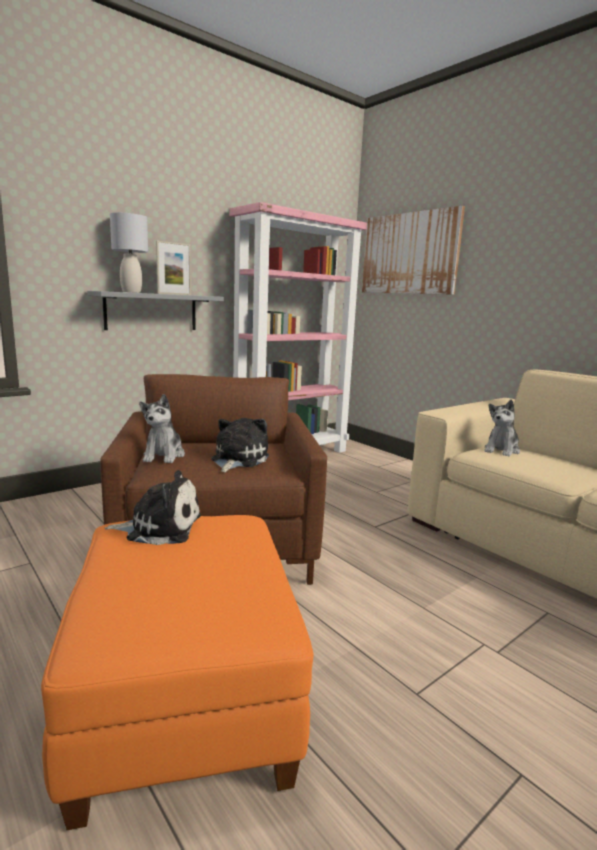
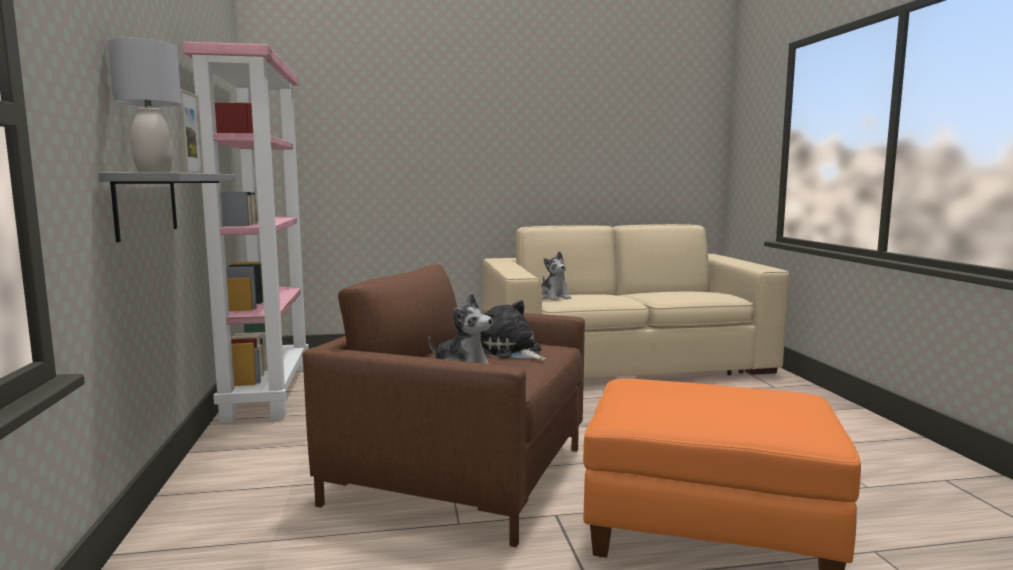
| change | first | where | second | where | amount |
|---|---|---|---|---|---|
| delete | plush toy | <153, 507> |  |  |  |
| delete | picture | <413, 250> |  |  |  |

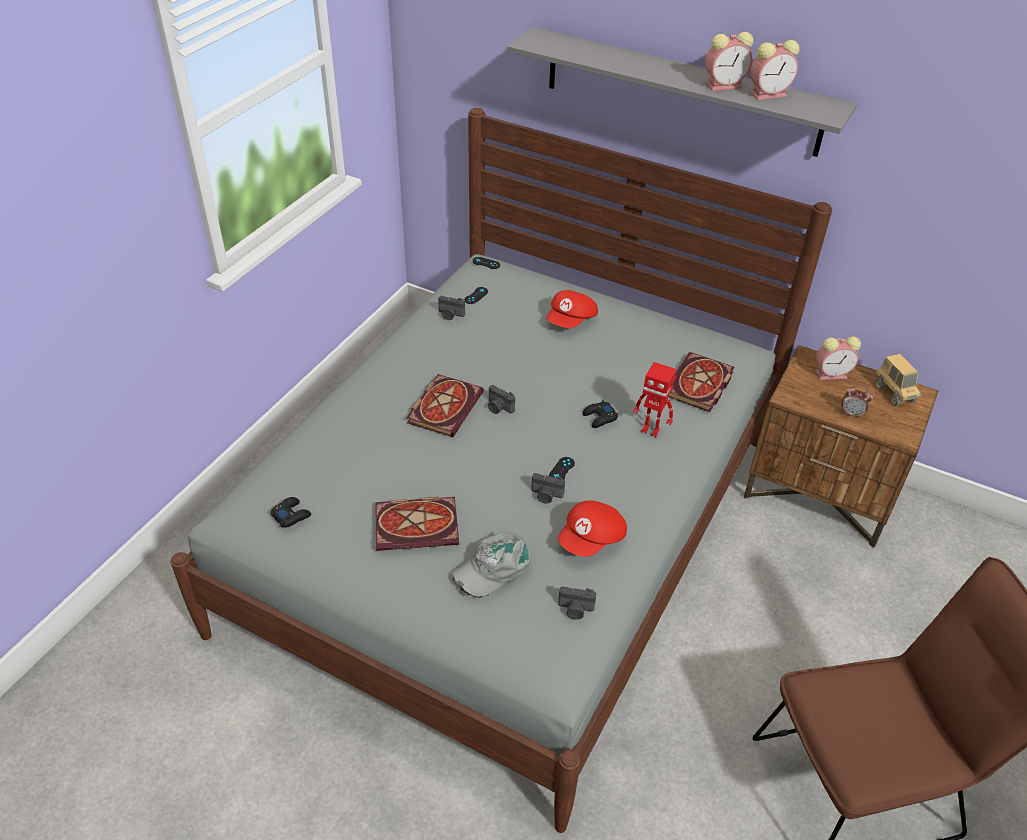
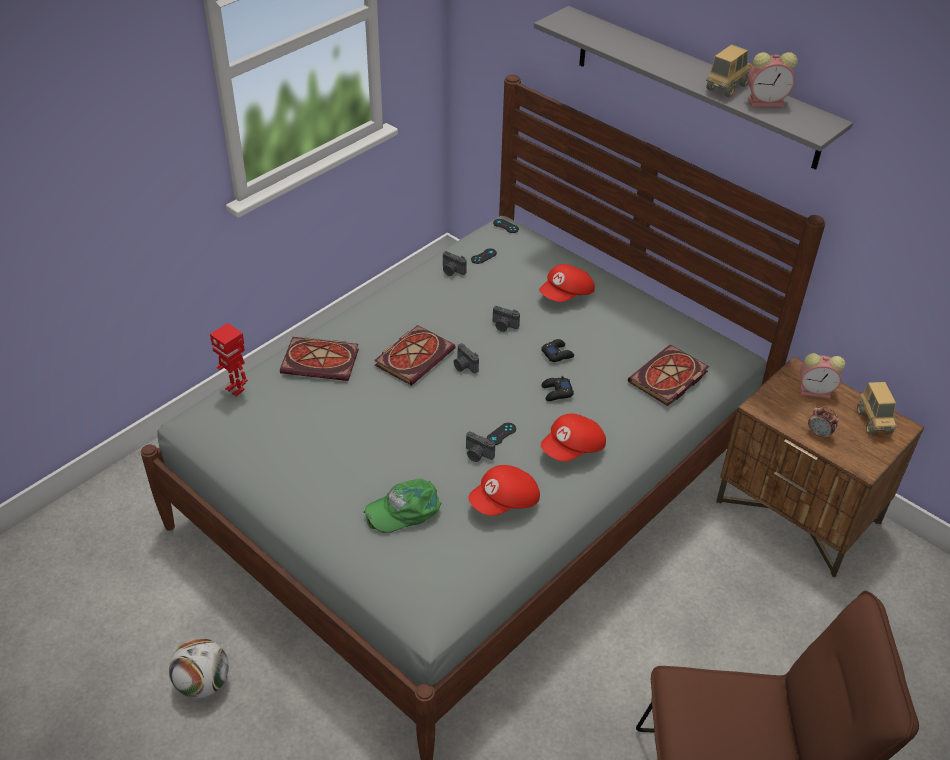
| change | first | where | second | where | amount |
|---|---|---|---|---|---|
| insert |  |  | ball for football | <199, 668> |  |
| move | robot figure | <654, 399> |  | <229, 360> |  |
| move | book | <417, 524> |  | <319, 359> |  |
| recolor | gray cap | <491, 565> | greenish cap | <402, 505> |  |
| move | photo camera | <577, 603> |  | <506, 319> |  |
| move | black-coloured game controller | <291, 512> |  | <557, 350> |  |
| insert |  |  | red cap | <573, 437> |  |
| replace | alarm clock | <729, 61> | toy lorry | <729, 71> |  |

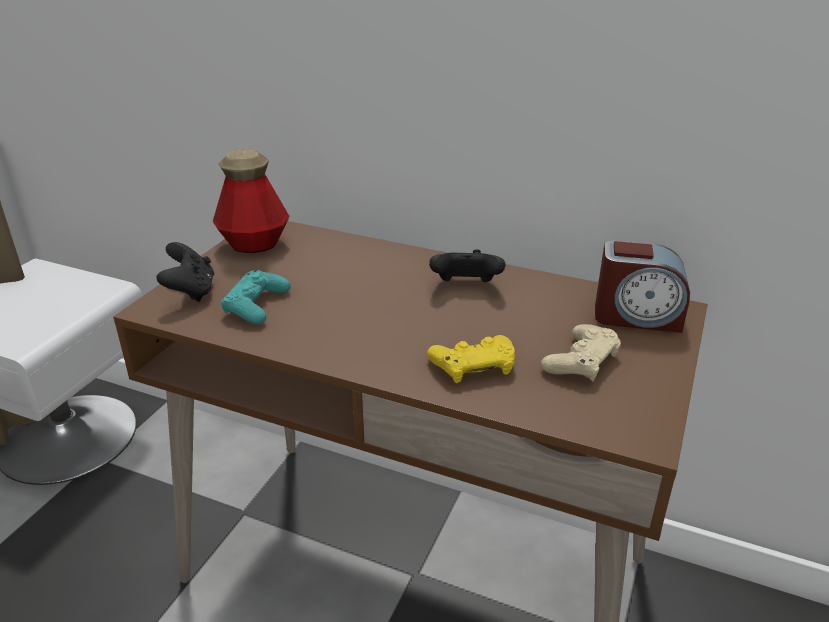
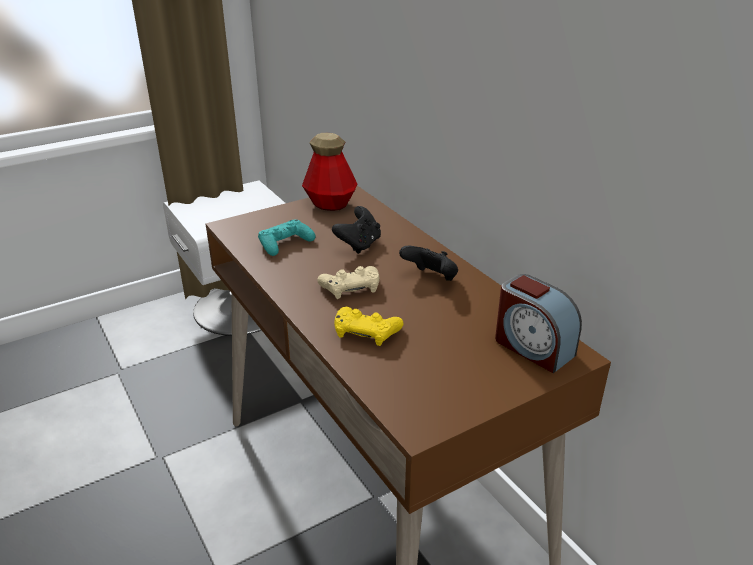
| change | first | where | second | where | amount |
|---|---|---|---|---|---|
| move | beige-coloured game controller | <581, 353> |  | <348, 282> |  |
| move | black-coloured game controller | <185, 272> |  | <356, 230> |  |

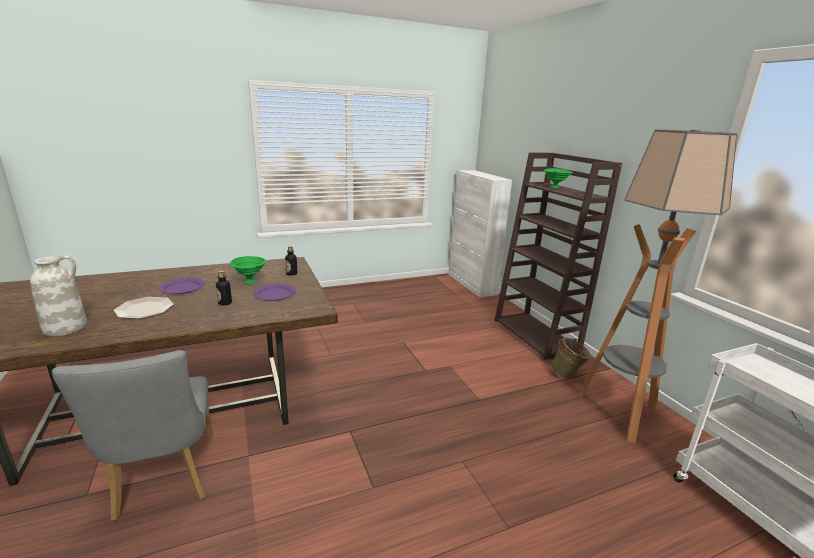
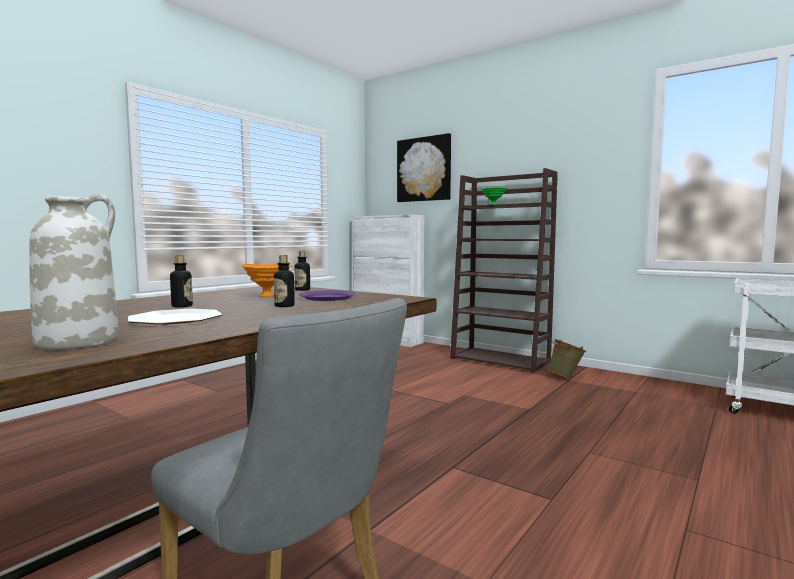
| change | first | where | second | where | amount |
|---|---|---|---|---|---|
| replace | purple plate | <182, 286> | beverage bottle | <181, 281> |  |
| recolor | greenish deep dish | <248, 270> | orangey deep dish | <266, 280> |  |
| insert |  |  | picture | <424, 167> |  |
| delete | standard lamp | <657, 286> |  |  |  |

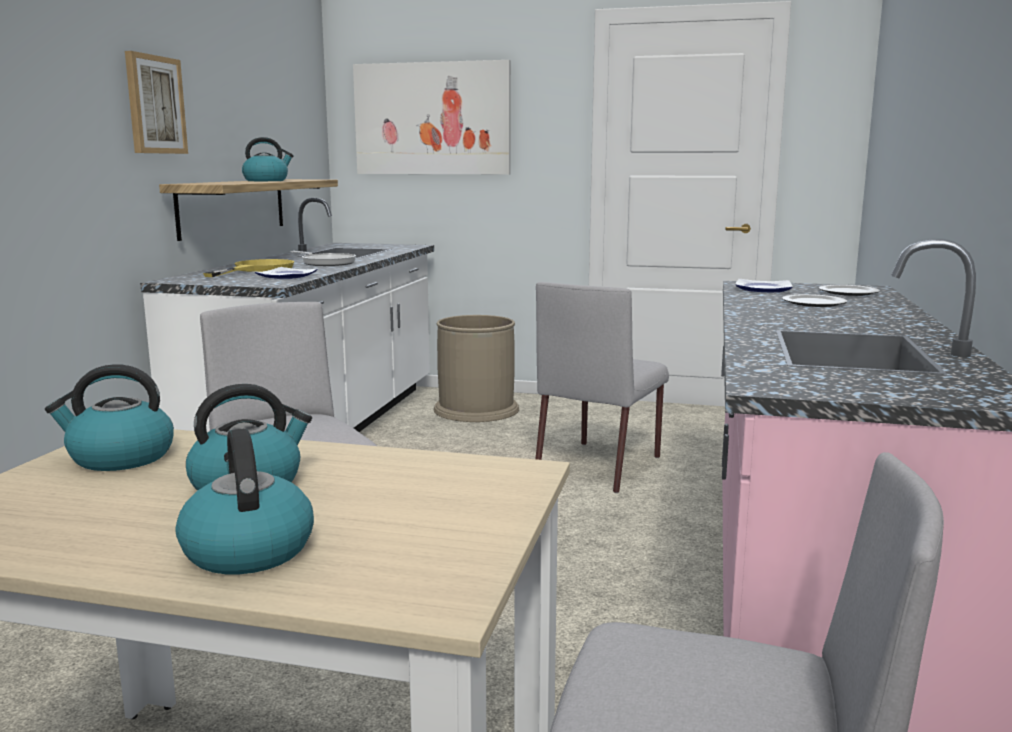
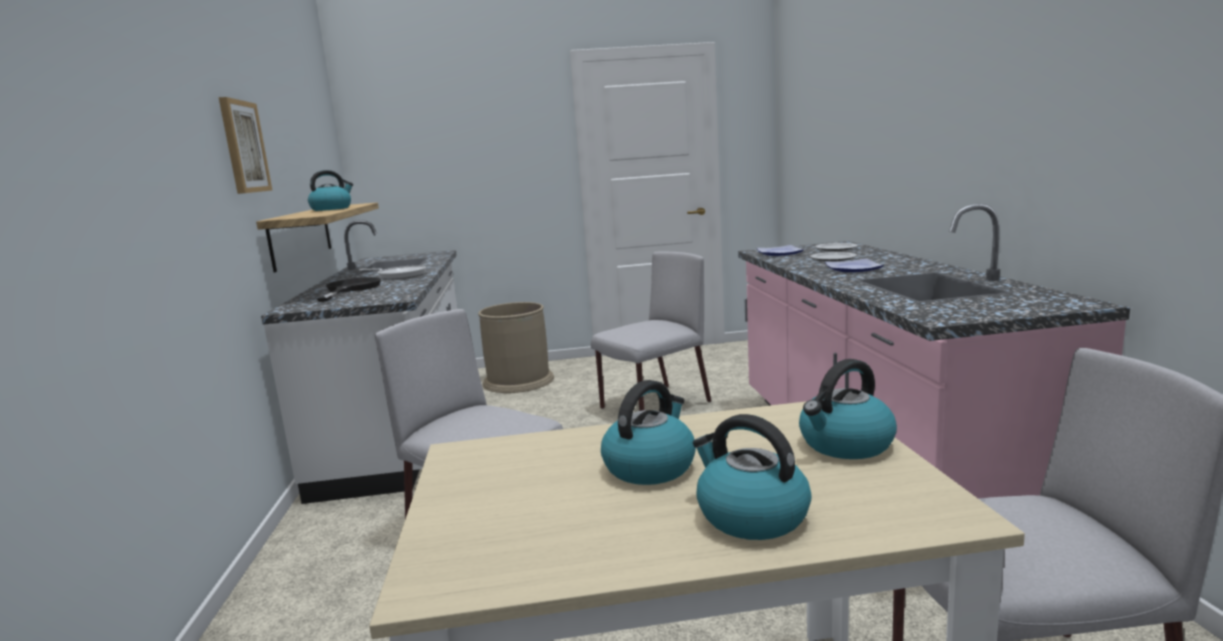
| change | first | where | second | where | amount |
|---|---|---|---|---|---|
| recolor | yellow pan | <248, 268> | black-coloured pan | <349, 289> |  |
| rotate | gray plain chair | <602, 387> |  | <651, 331> | 135 degrees counterclockwise |
| move | kettle | <109, 417> |  | <848, 409> |  |
| move | plate | <286, 273> |  | <854, 265> |  |
| delete | picture | <432, 117> |  |  |  |

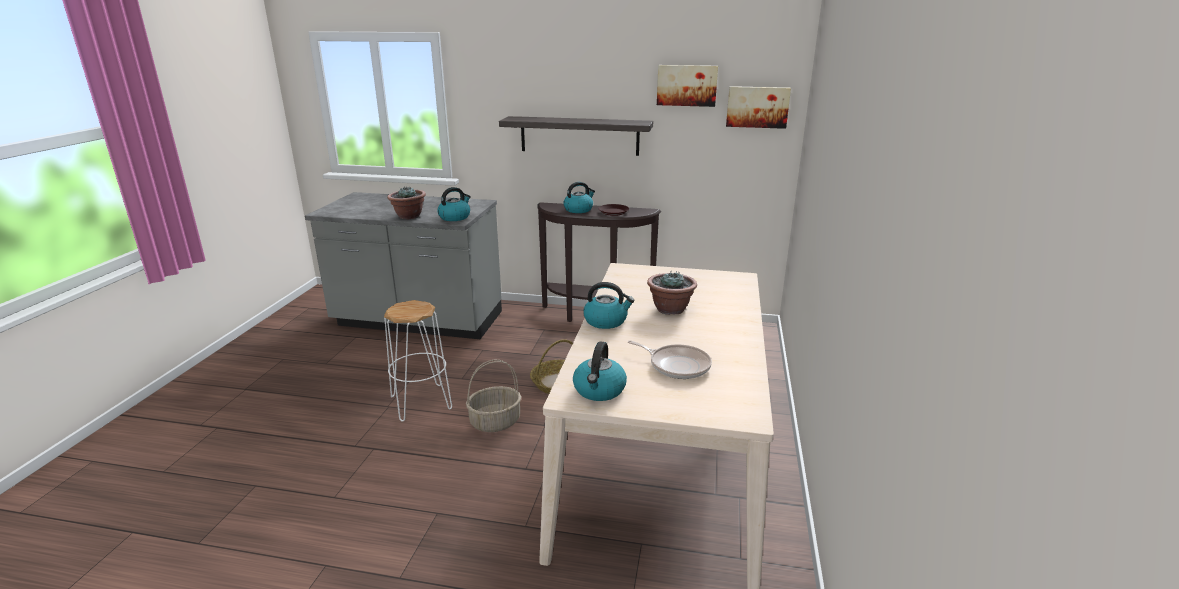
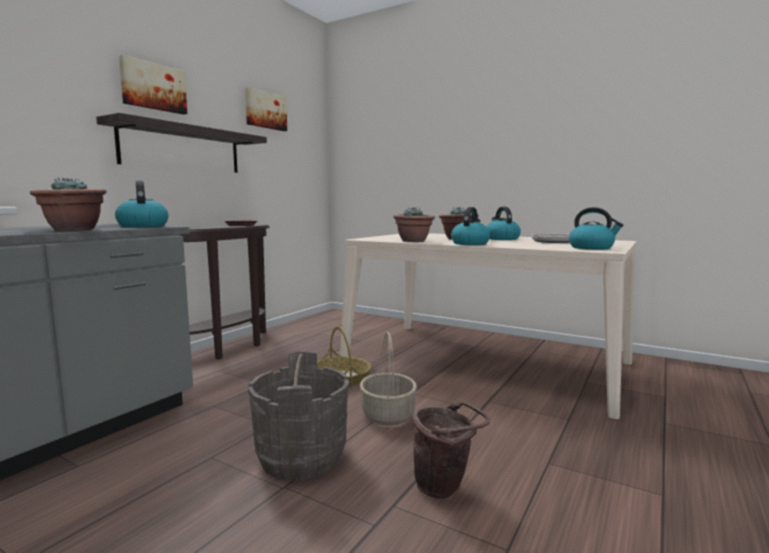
| change | first | where | second | where | amount |
|---|---|---|---|---|---|
| move | picture | <758, 107> |  | <153, 85> |  |
| replace | white stool seat | <418, 361> | gray water bucket | <298, 415> |  |
| insert |  |  | houseplant | <414, 224> |  |
| insert |  |  | brownish water bucket | <451, 450> |  |
| move | kettle | <579, 197> |  | <504, 223> |  |

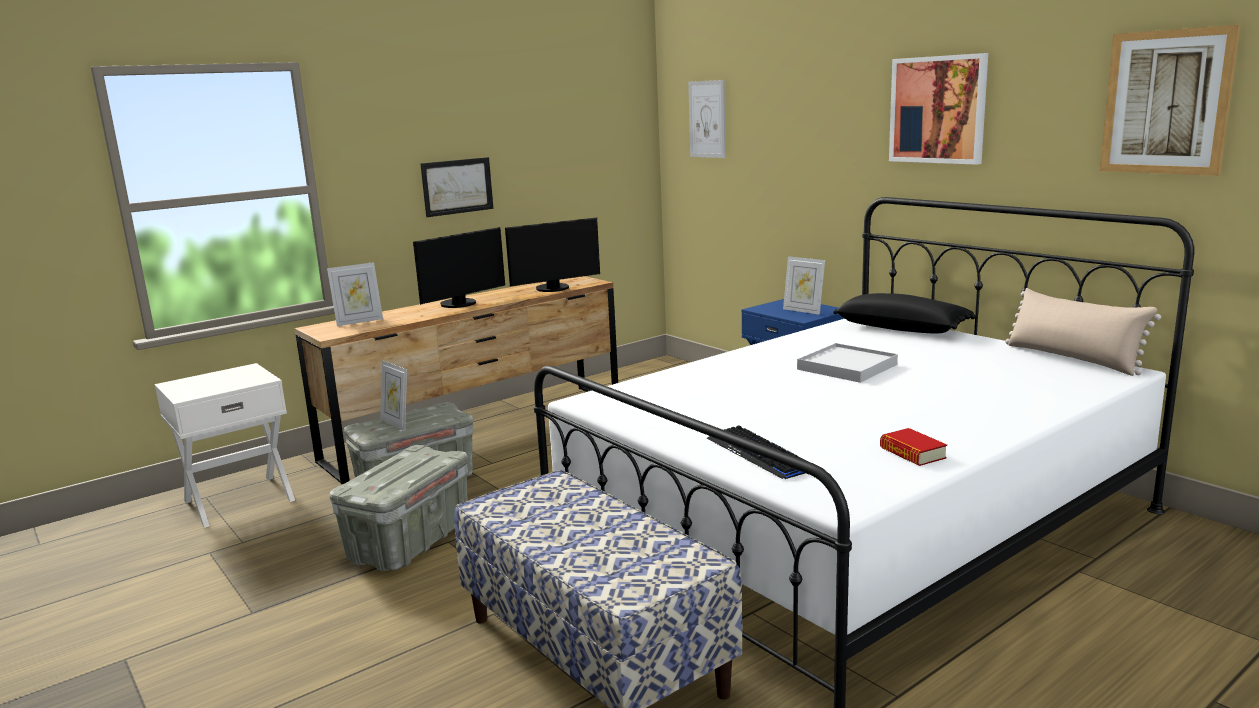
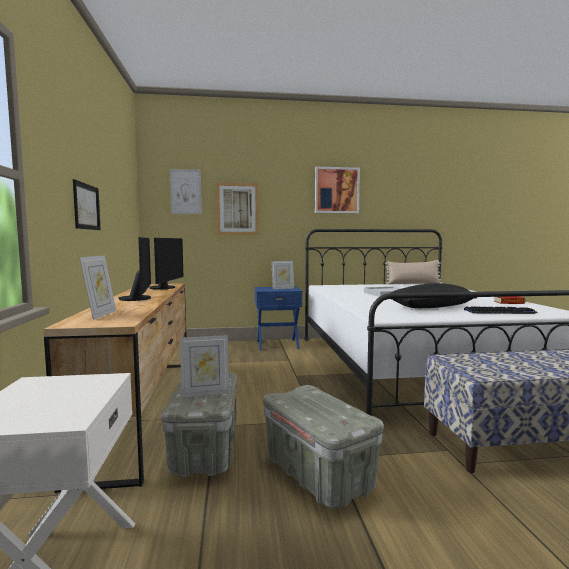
| change | first | where | second | where | amount |
|---|---|---|---|---|---|
| move | picture | <1170, 100> |  | <237, 209> |  |
| move | black-coloured pillow | <904, 313> |  | <434, 295> |  |

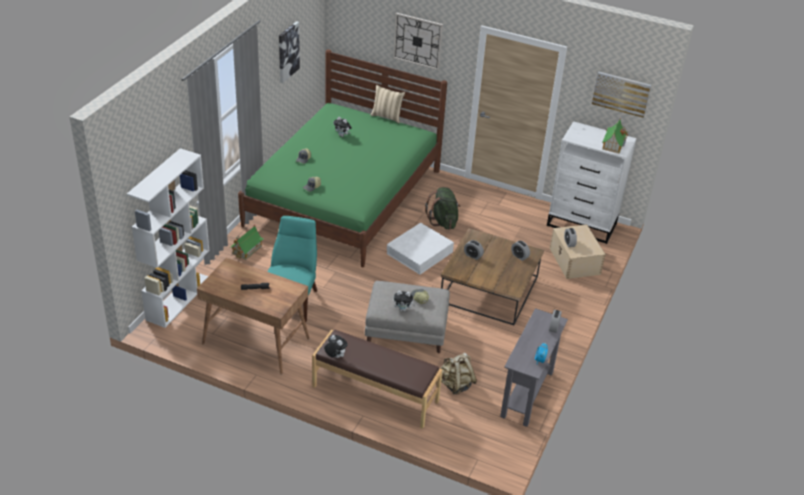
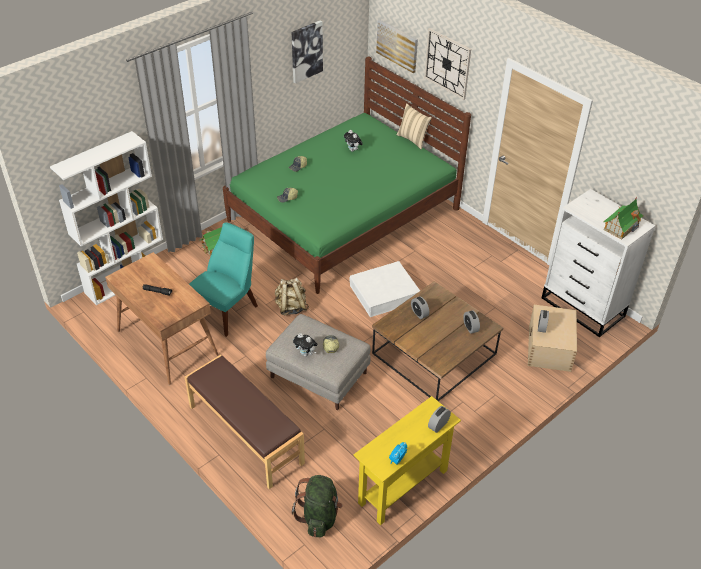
| change | first | where | second | where | amount |
|---|---|---|---|---|---|
| move | beige-coloured knapsack | <458, 373> |  | <292, 296> |  |
| move | greenish knapsack | <443, 208> |  | <317, 506> |  |
| recolor | gray hall table | <534, 367> | yellow hall table | <407, 460> |  |
| move | picture | <621, 95> |  | <397, 46> |  |
| delete | plush toy | <336, 346> |  |  |  |

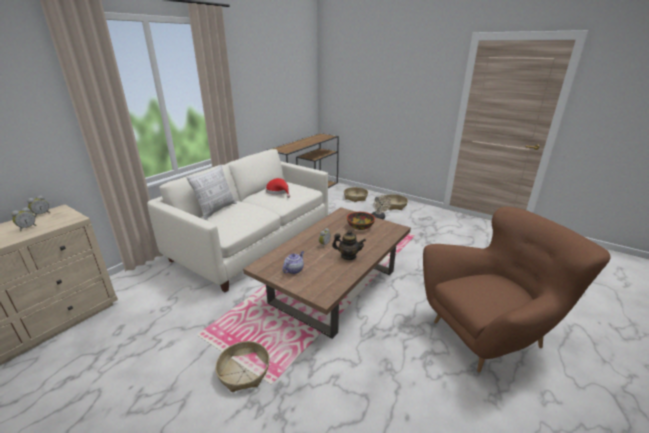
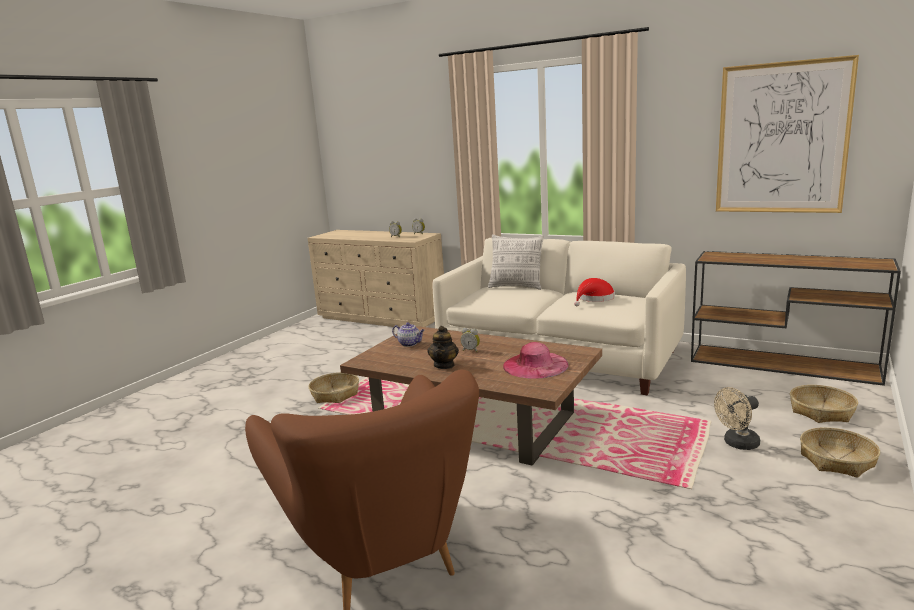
| change | first | where | second | where | amount |
|---|---|---|---|---|---|
| replace | deep dish | <361, 221> | pinkish hat | <536, 360> |  |
| insert |  |  | picture | <787, 134> |  |

